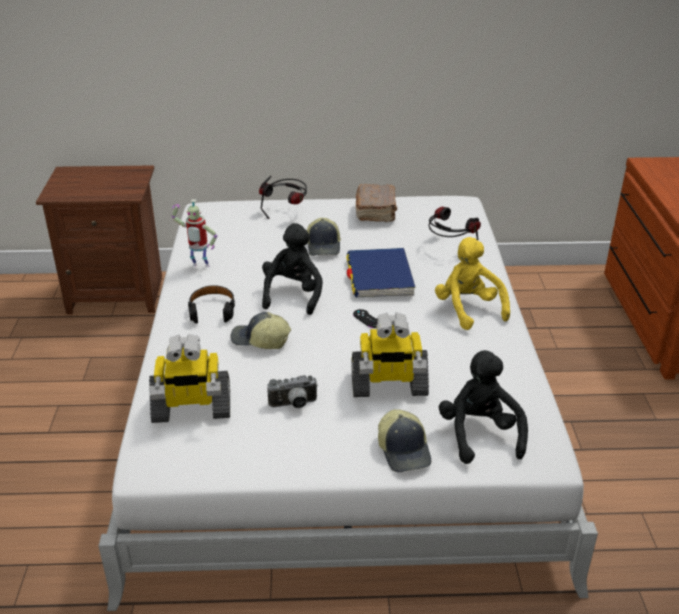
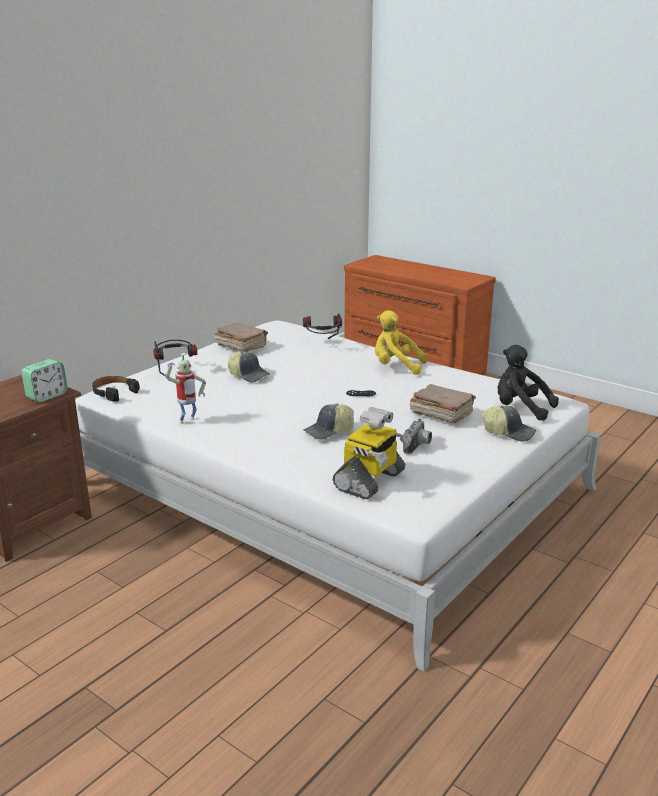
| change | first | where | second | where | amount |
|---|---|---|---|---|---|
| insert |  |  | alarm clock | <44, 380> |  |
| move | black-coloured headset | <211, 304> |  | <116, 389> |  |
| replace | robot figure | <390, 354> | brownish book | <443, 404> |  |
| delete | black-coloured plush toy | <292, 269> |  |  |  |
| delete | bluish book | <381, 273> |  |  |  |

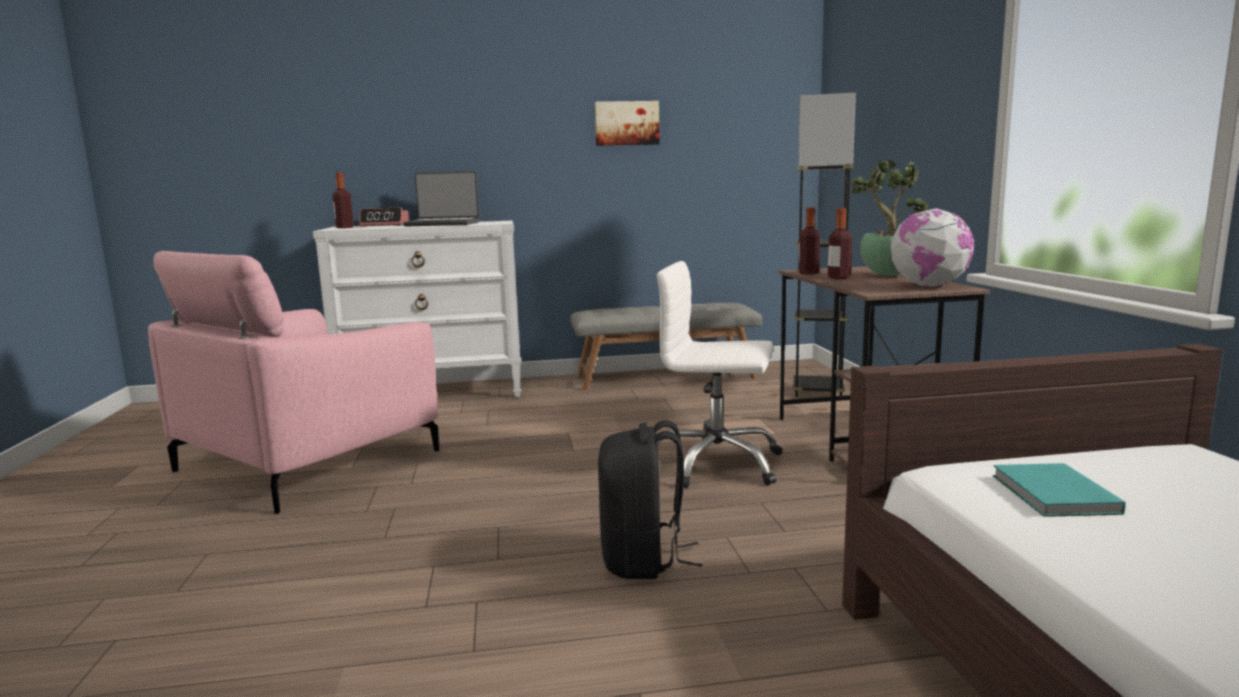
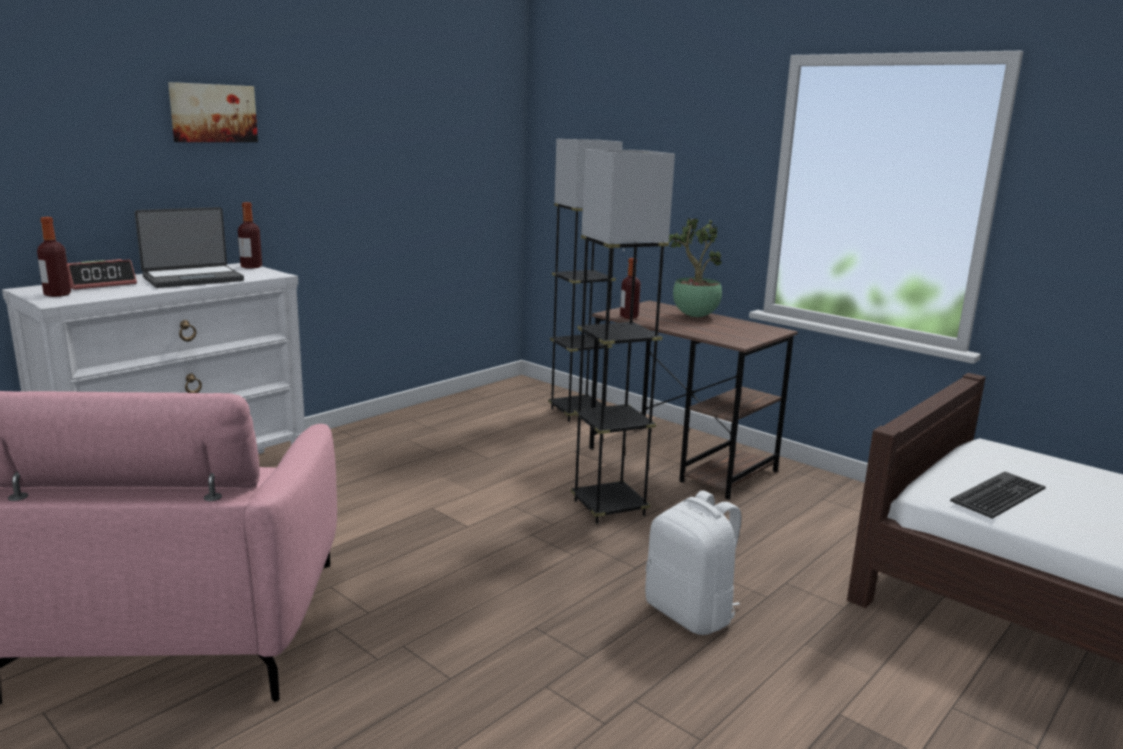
| change | first | where | second | where | amount |
|---|---|---|---|---|---|
| move | picture | <627, 123> |  | <213, 112> |  |
| move | beverage bottle | <840, 243> |  | <250, 235> |  |
| replace | white desk chair | <719, 375> | gray standard lamp | <623, 336> |  |
| recolor | black-coloured knapsack | <650, 499> | white knapsack | <693, 563> |  |
| replace | blue-green book | <1059, 490> | PC keyboard | <997, 495> |  |
| delete | gray indoor bench | <666, 346> |  |  |  |
| delete | globe | <932, 247> |  |  |  |

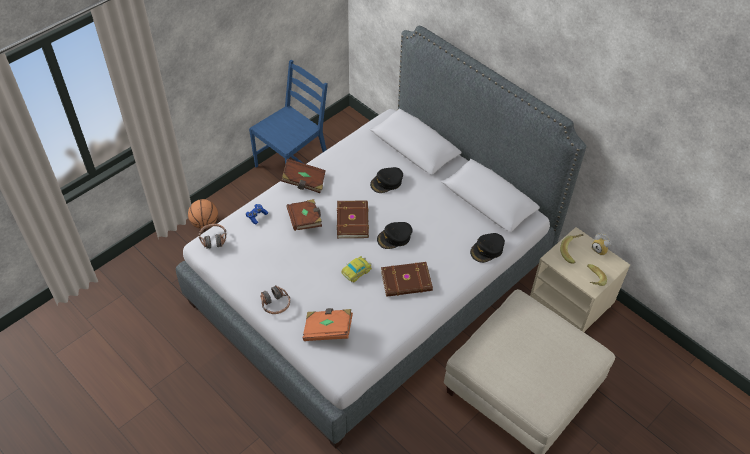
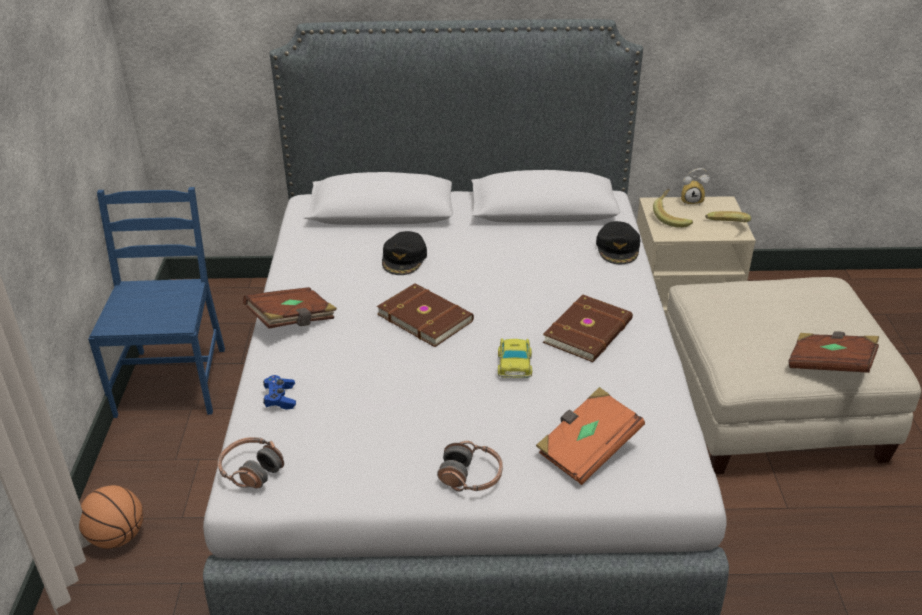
| change | first | where | second | where | amount |
|---|---|---|---|---|---|
| move | brownish book | <304, 215> |  | <834, 352> |  |
| delete | black-coloured cap | <395, 235> |  |  |  |

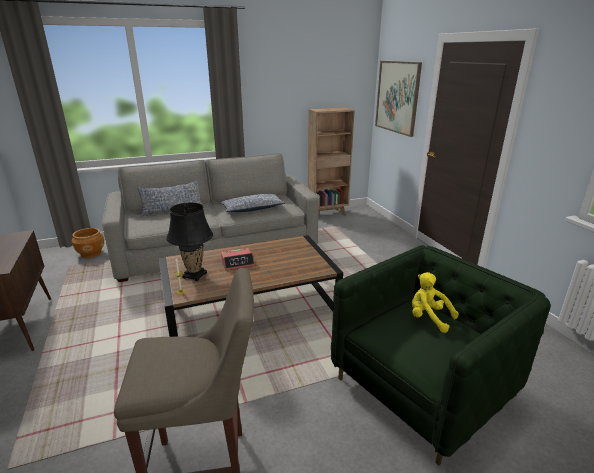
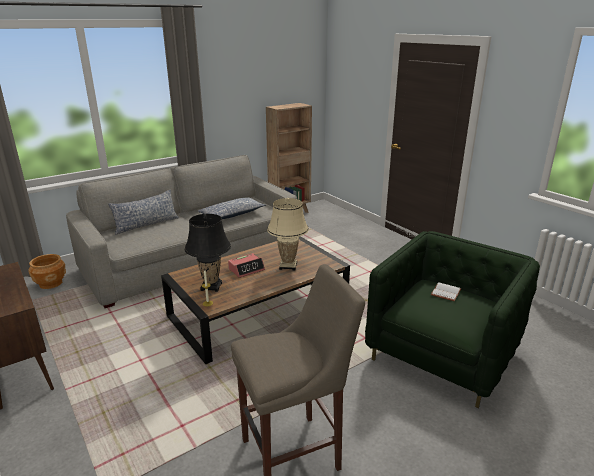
| change | first | where | second | where | amount |
|---|---|---|---|---|---|
| insert |  |  | beige-coloured tabletop lamp | <288, 234> |  |
| replace | yellow plush toy | <435, 302> | white book | <446, 292> |  |
| delete | picture | <398, 99> |  |  |  |

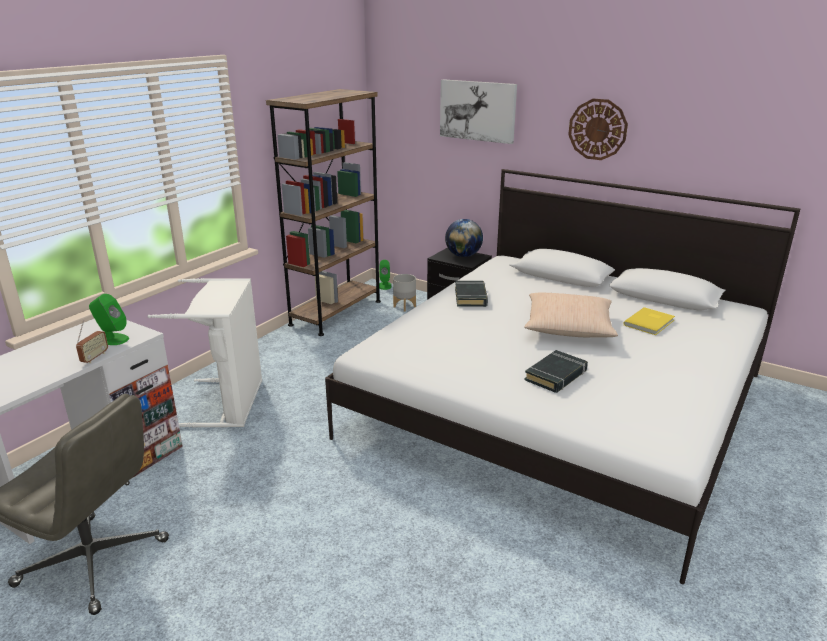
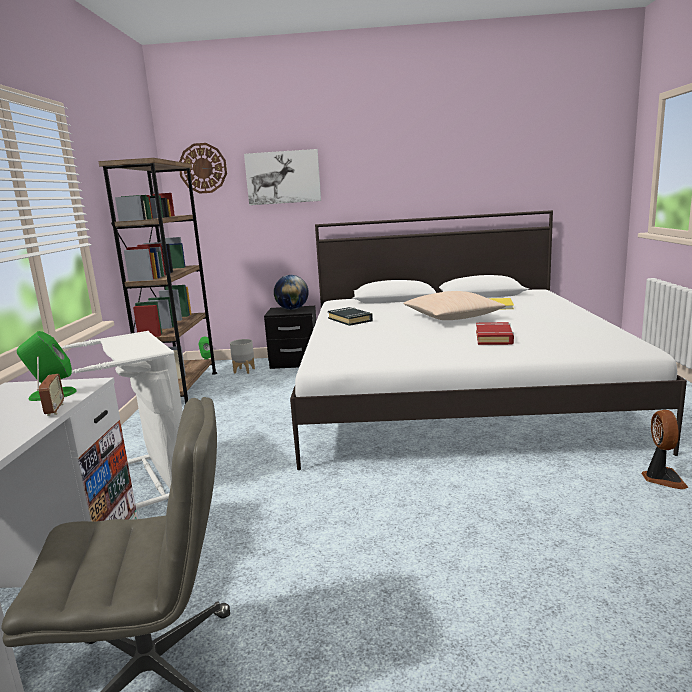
| change | first | where | second | where | amount |
|---|---|---|---|---|---|
| move | hanging clock | <598, 129> |  | <203, 168> |  |
| recolor | black-coloured book | <556, 371> | red book | <495, 333> |  |
| insert |  |  | fan | <664, 449> |  |

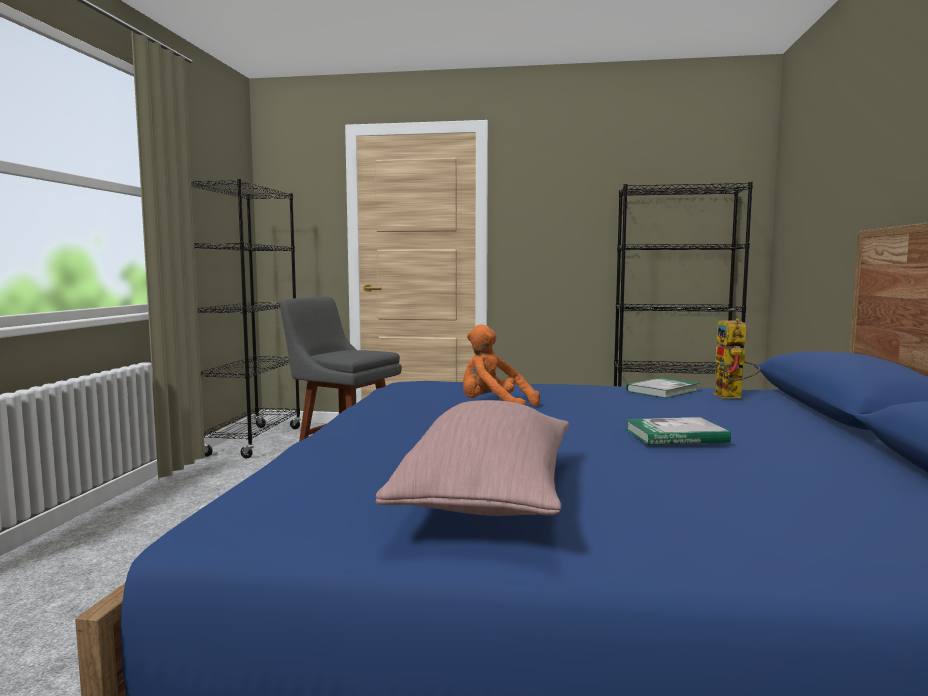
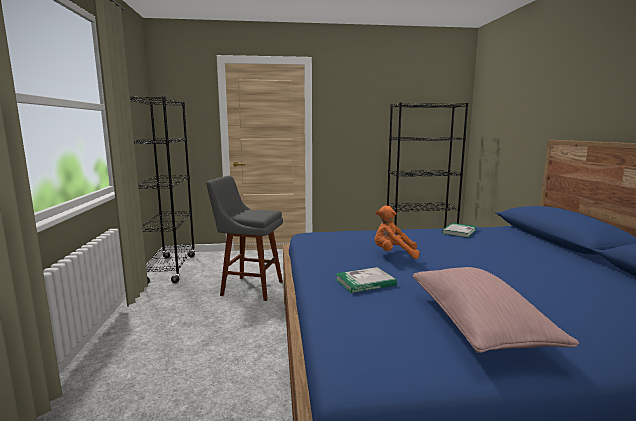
| change | first | where | second | where | amount |
|---|---|---|---|---|---|
| move | book | <678, 431> |  | <366, 280> |  |
| delete | robot figure | <736, 358> |  |  |  |

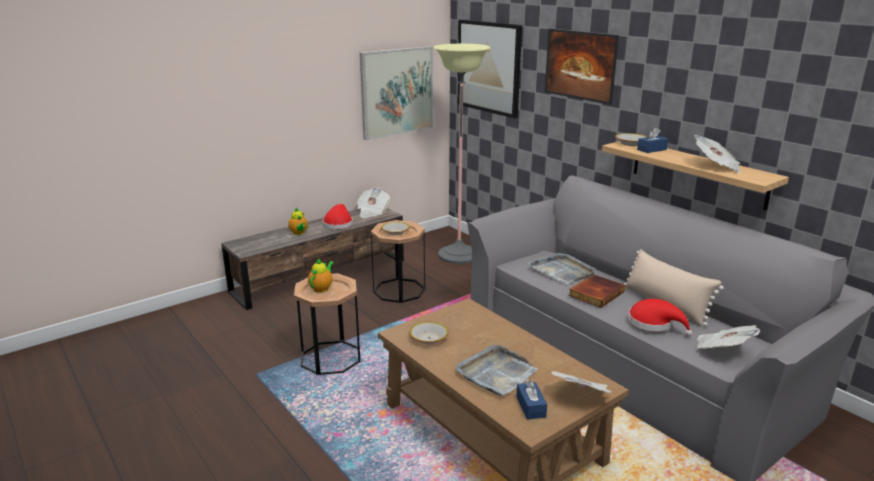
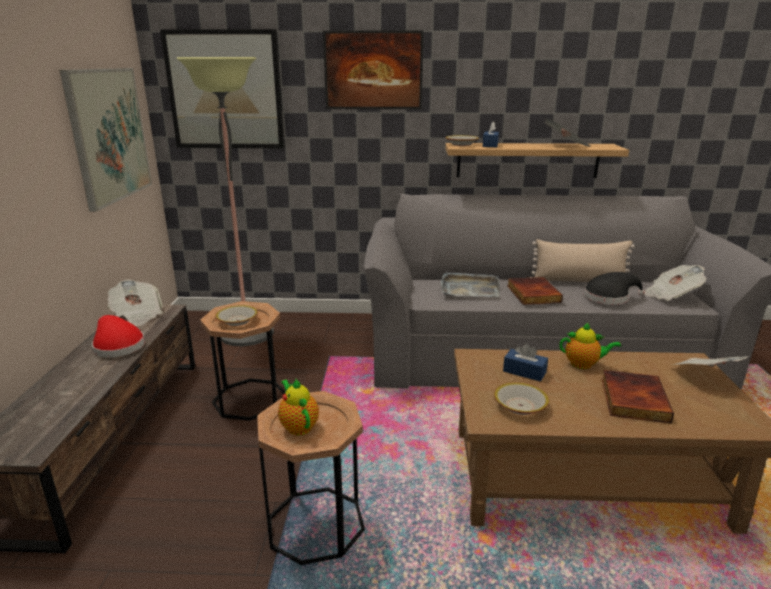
| change | first | where | second | where | amount |
|---|---|---|---|---|---|
| move | bluish box of tissues | <531, 400> |  | <525, 362> |  |
| move | tea pot | <298, 221> |  | <590, 346> |  |
| recolor | red hat | <660, 317> | black-coloured hat | <614, 288> |  |
| replace | gray carrying tray | <497, 370> | book | <638, 396> |  |

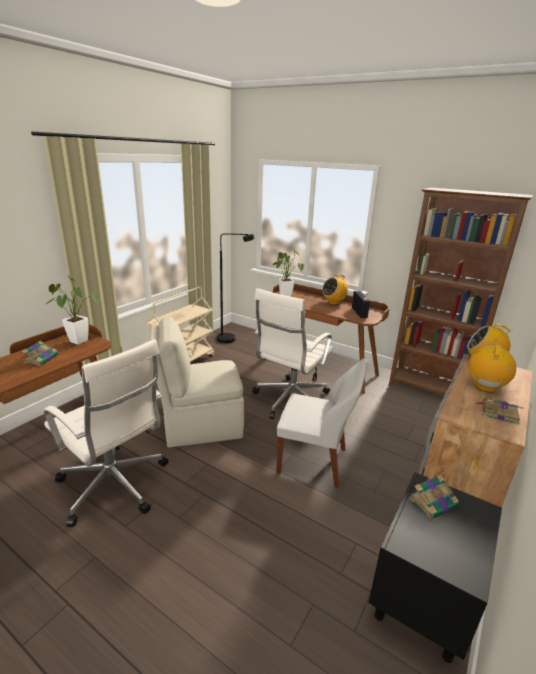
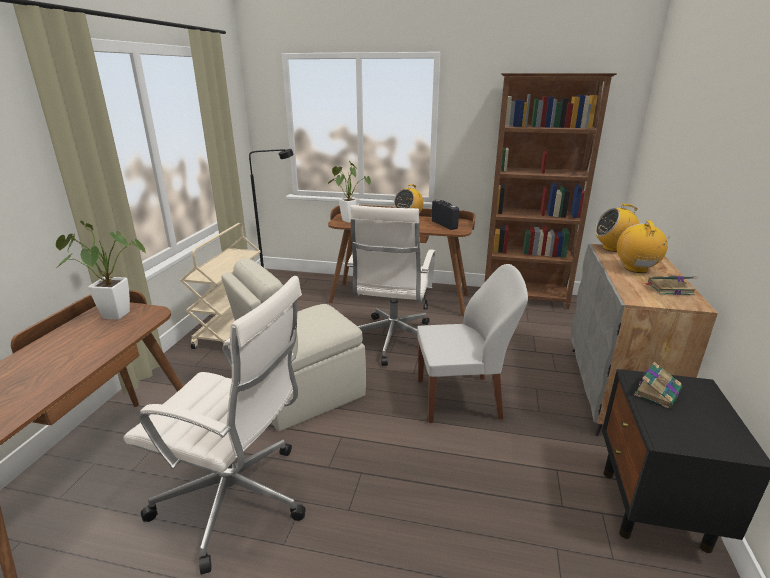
| change | first | where | second | where | amount |
|---|---|---|---|---|---|
| delete | book | <40, 353> |  |  |  |

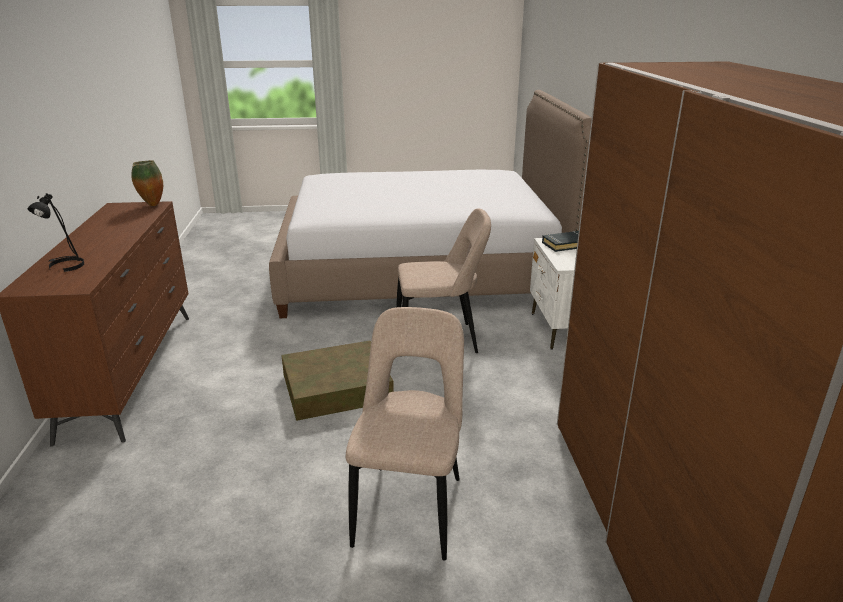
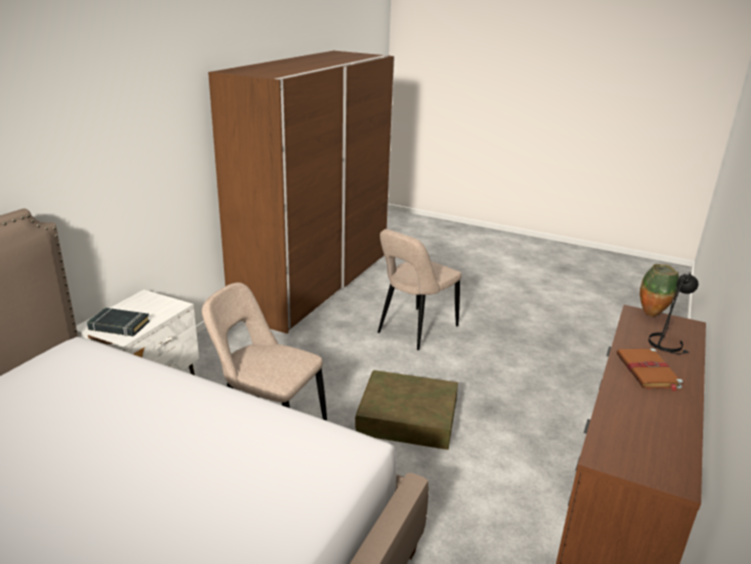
| change | first | where | second | where | amount |
|---|---|---|---|---|---|
| insert |  |  | brownish book | <650, 370> |  |
| move | vase | <147, 183> |  | <659, 290> |  |

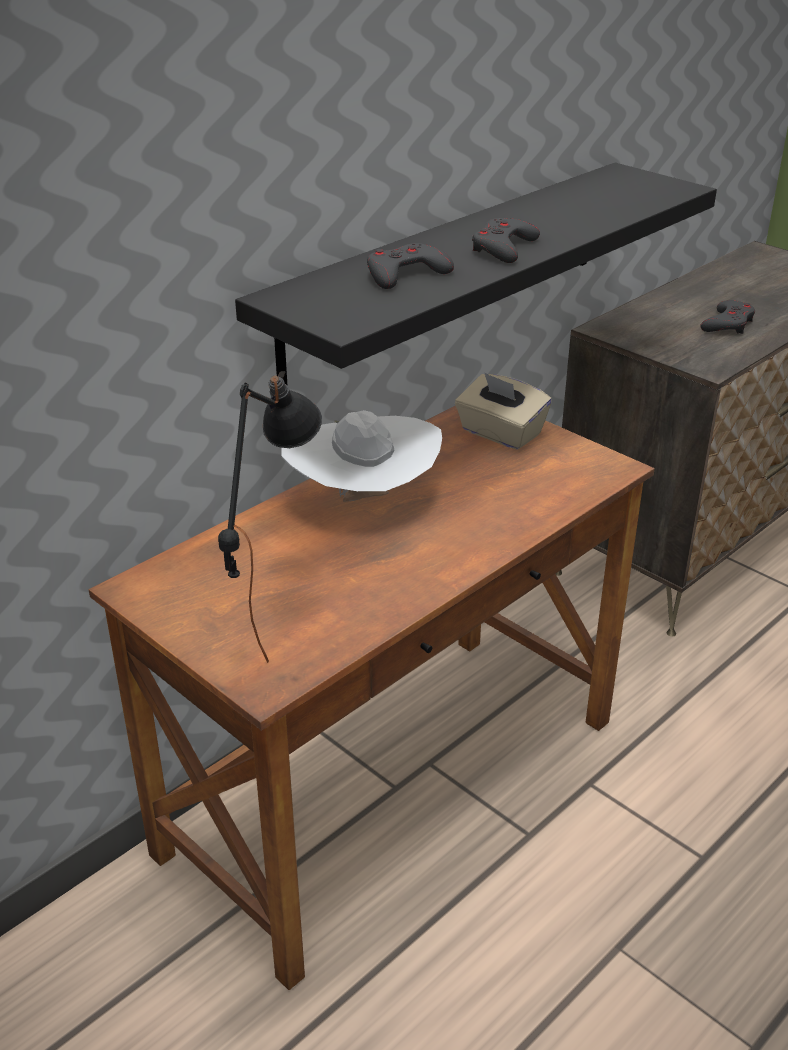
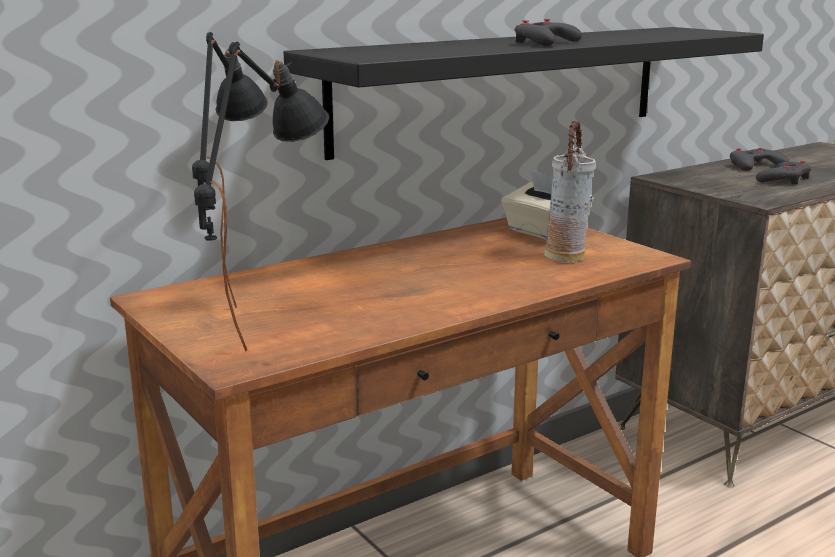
| change | first | where | second | where | amount |
|---|---|---|---|---|---|
| insert |  |  | black-coloured tabletop lamp | <230, 170> |  |
| insert |  |  | vase | <570, 191> |  |
| move | gray game controller | <410, 266> |  | <759, 159> |  |
| delete | white hat | <361, 456> |  |  |  |

